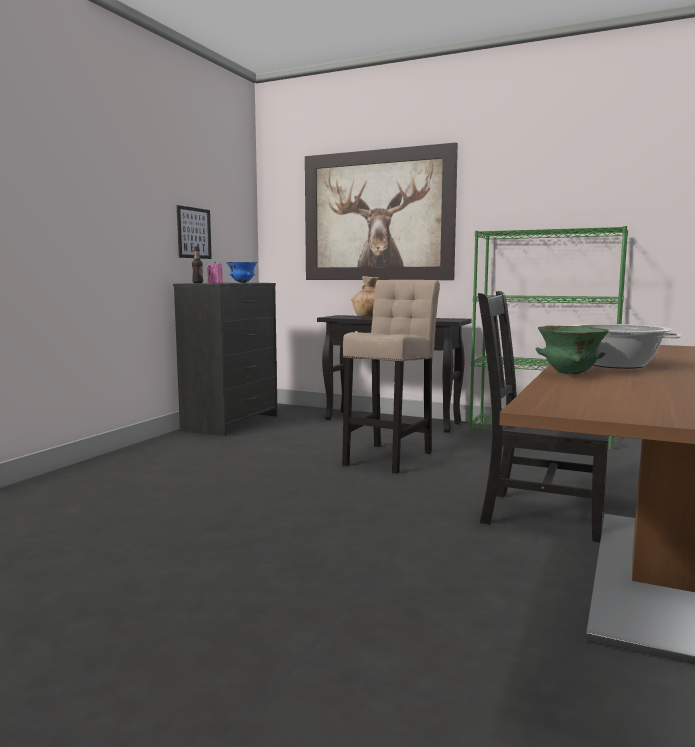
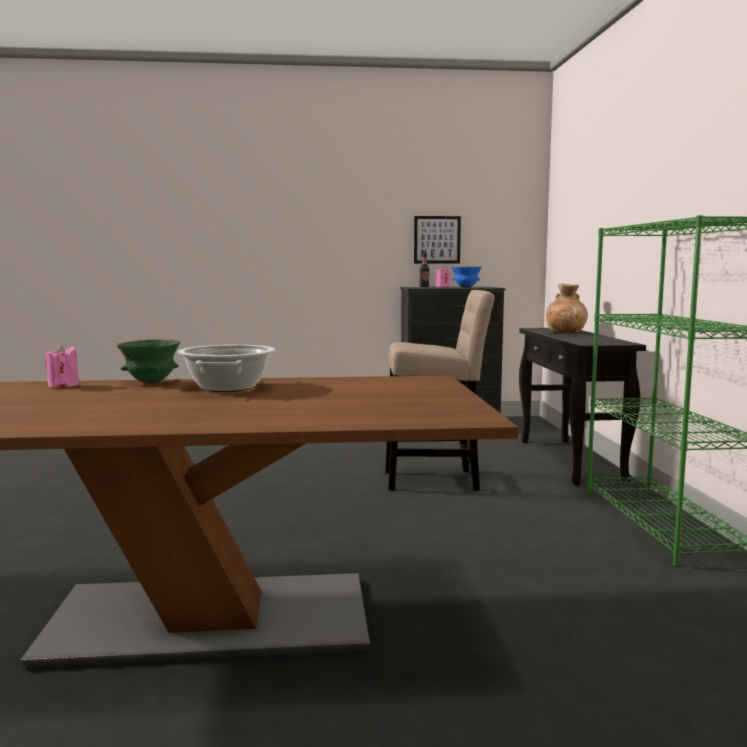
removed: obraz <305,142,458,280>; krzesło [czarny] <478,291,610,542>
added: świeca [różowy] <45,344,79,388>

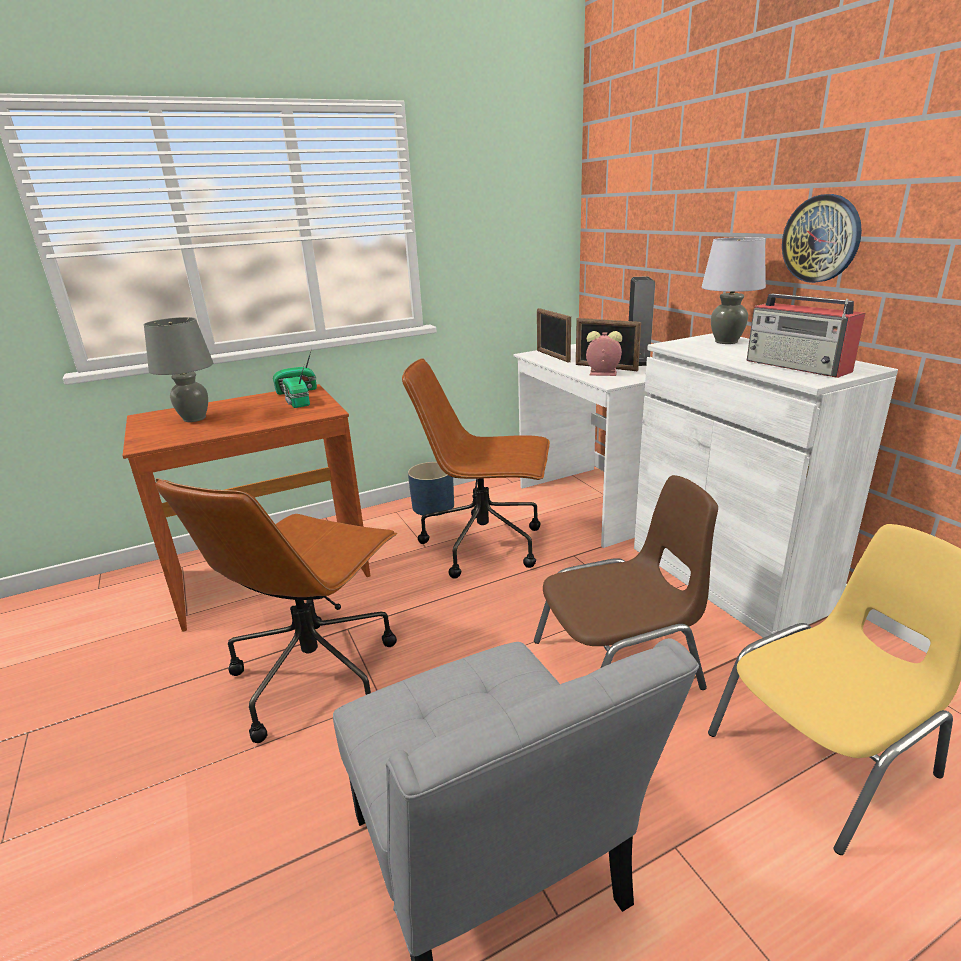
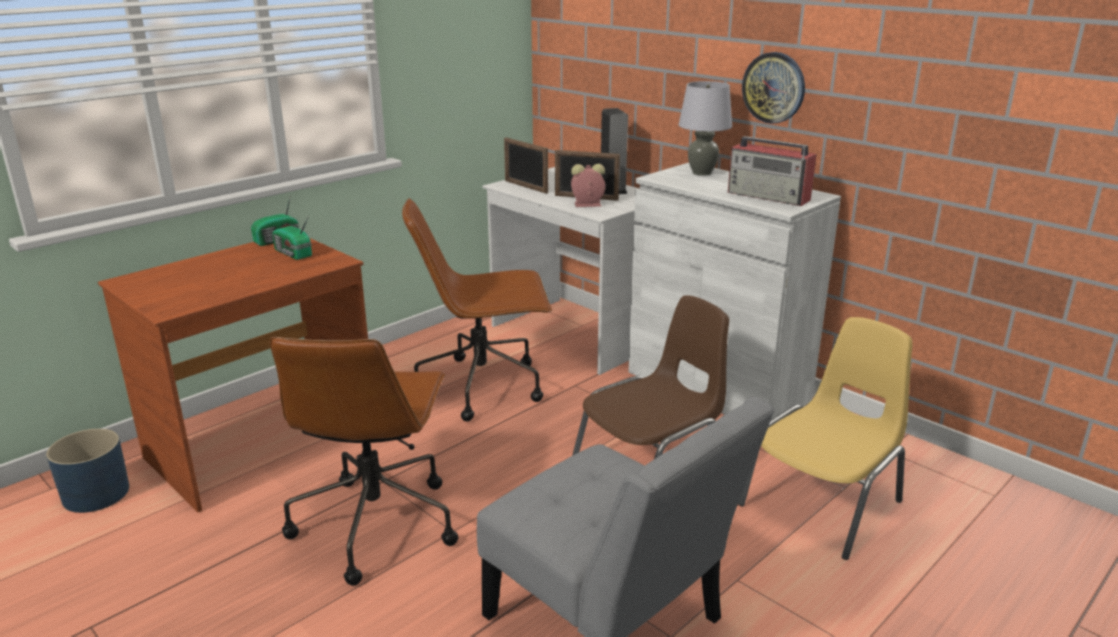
removed: lampa stołowa [szary] <144,317,213,422>
moved: donica [niebieski] <408,462,454,516> to <46,429,129,513>

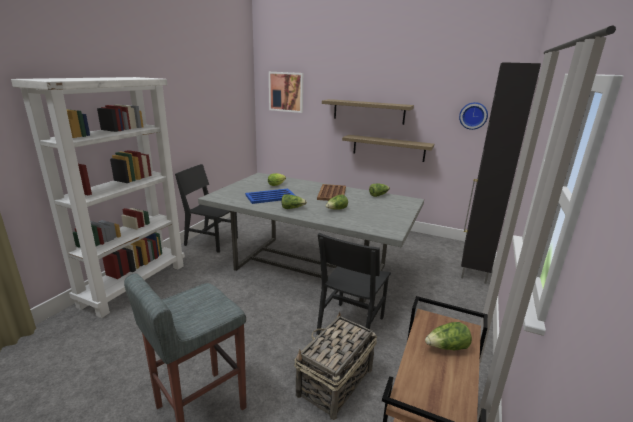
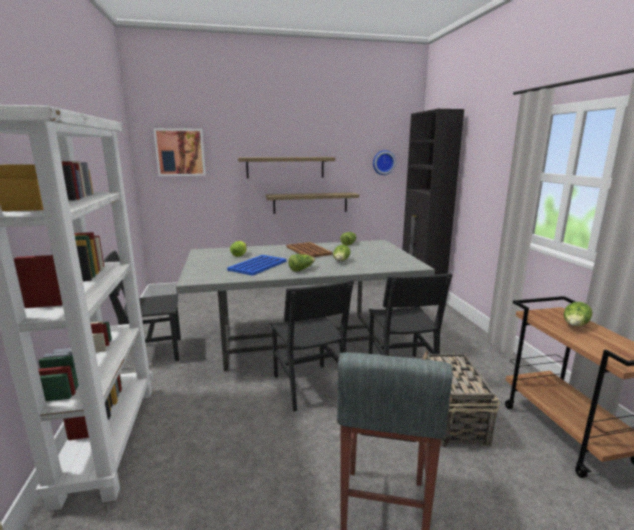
added: krzesło [czarny] <271,279,354,412>

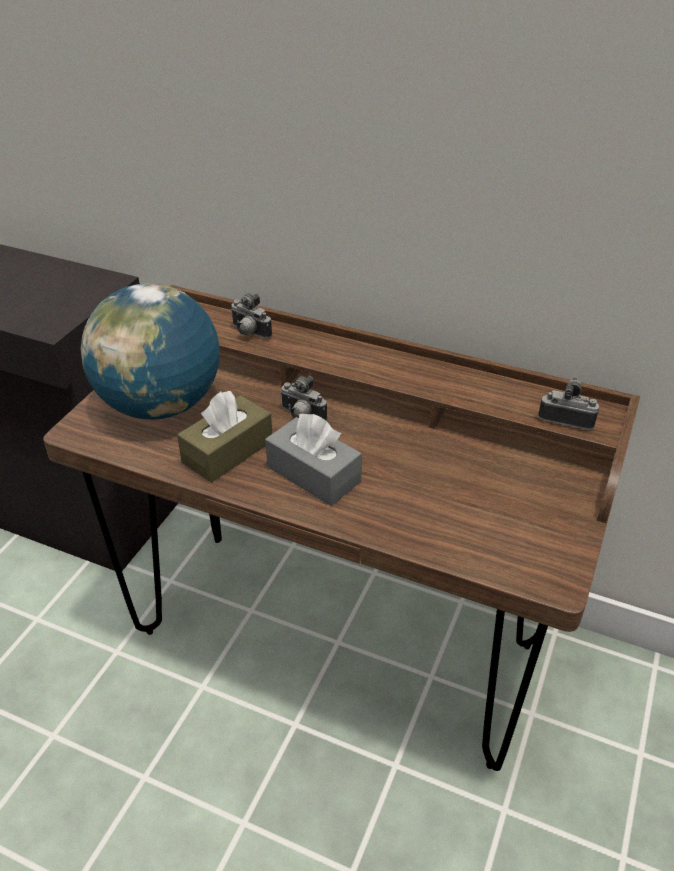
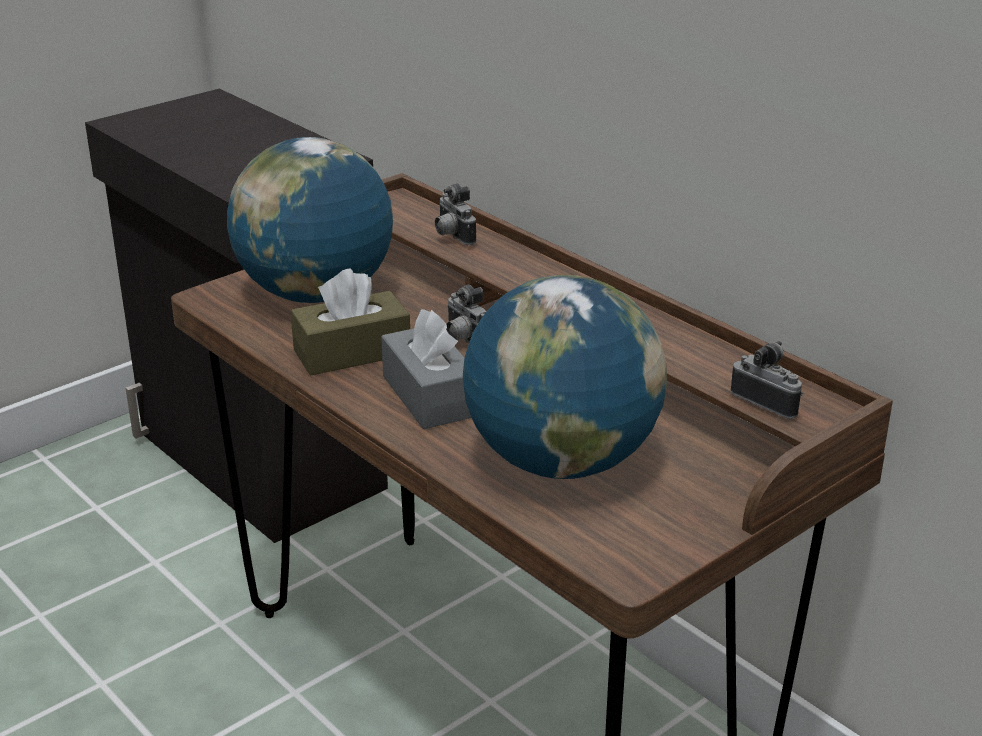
added: globus <463,275,667,479>

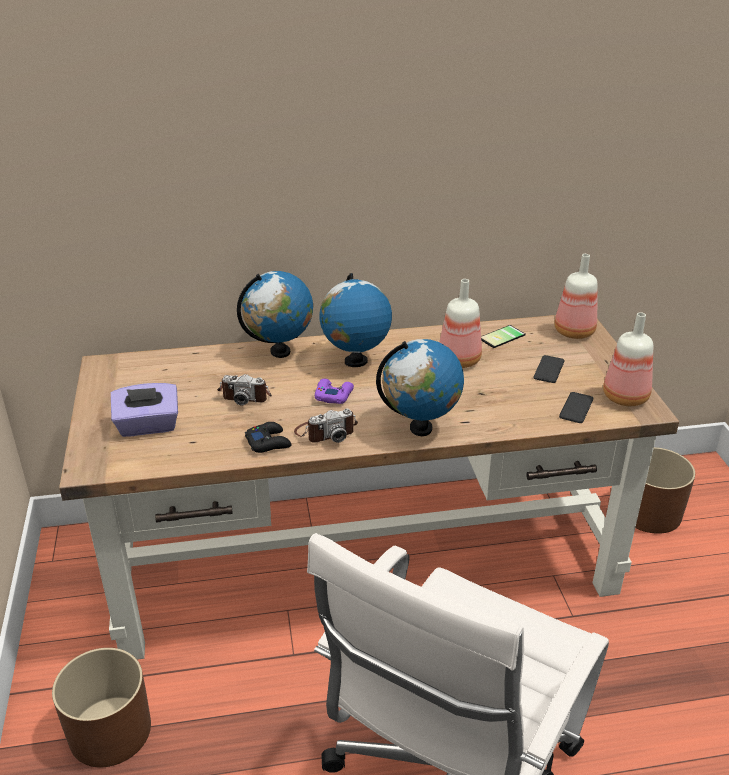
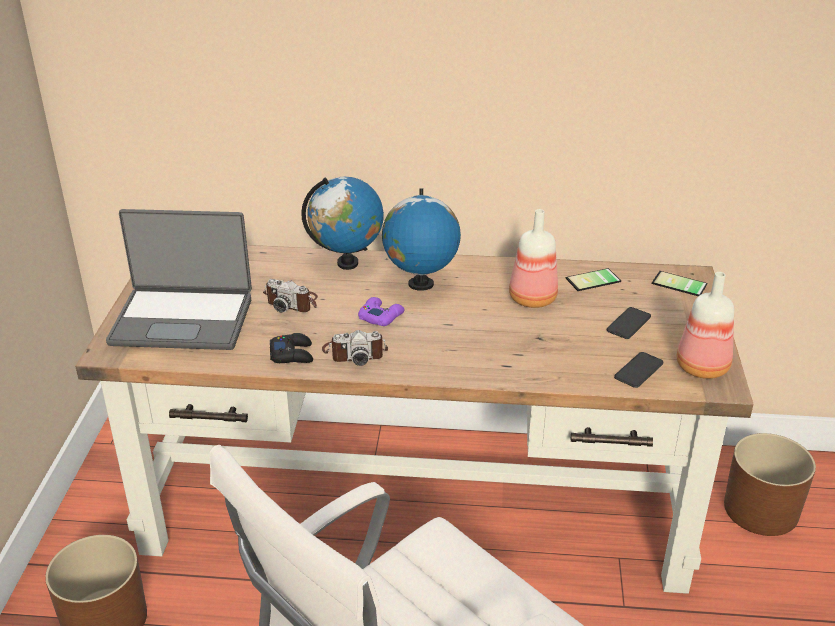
removed: globus <376,339,464,436>
replaced: pudełko chusteczek [fioletowy] <111,383,178,437> to laptop <106,209,252,350>; butelka <554,254,598,339> to telefon <652,271,707,296>

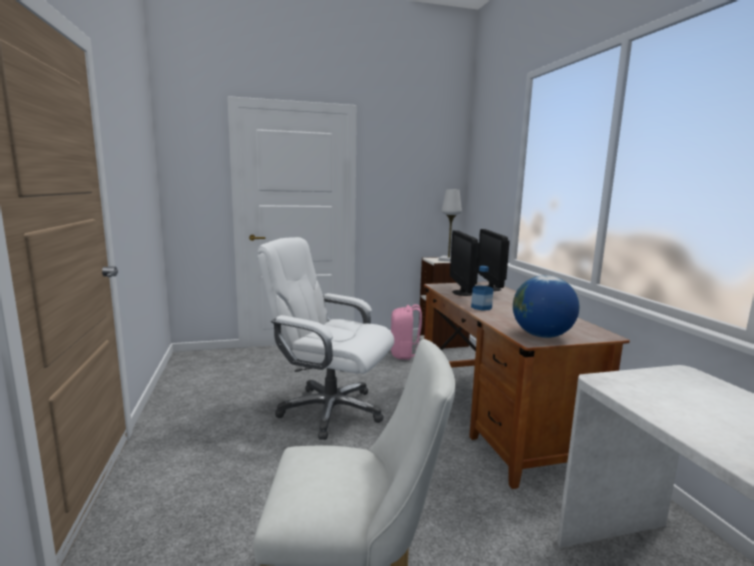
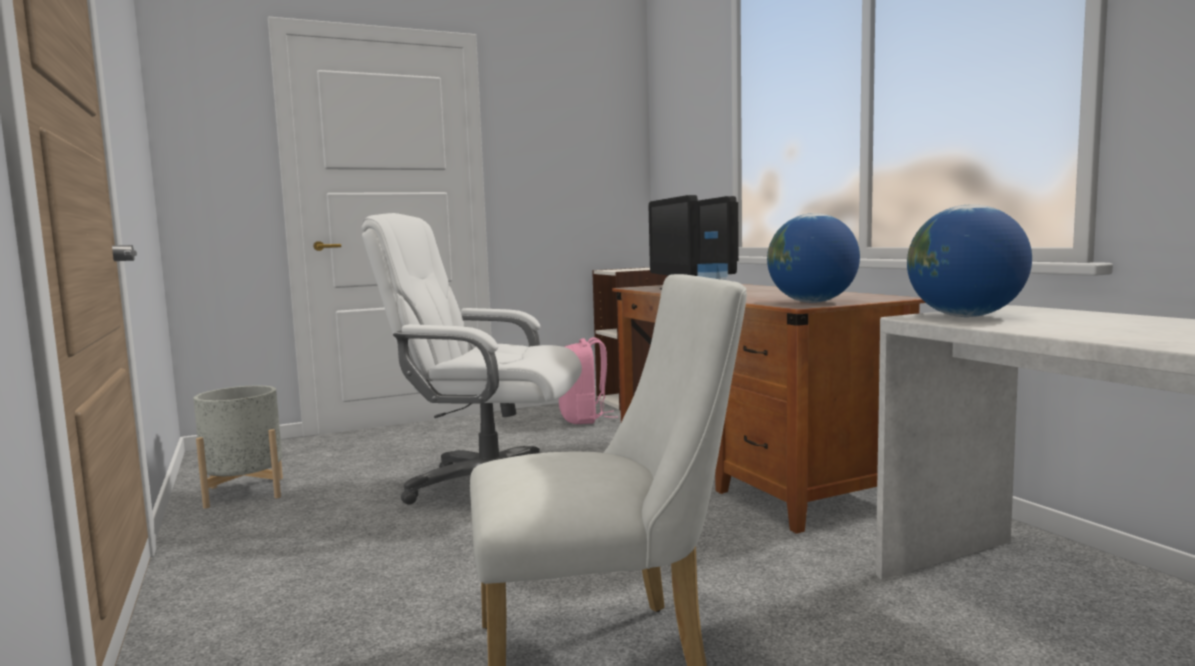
removed: lampa stołowa [biały] <439,189,462,262>
added: donica [szary] <193,385,283,509>; globus <907,204,1032,317>

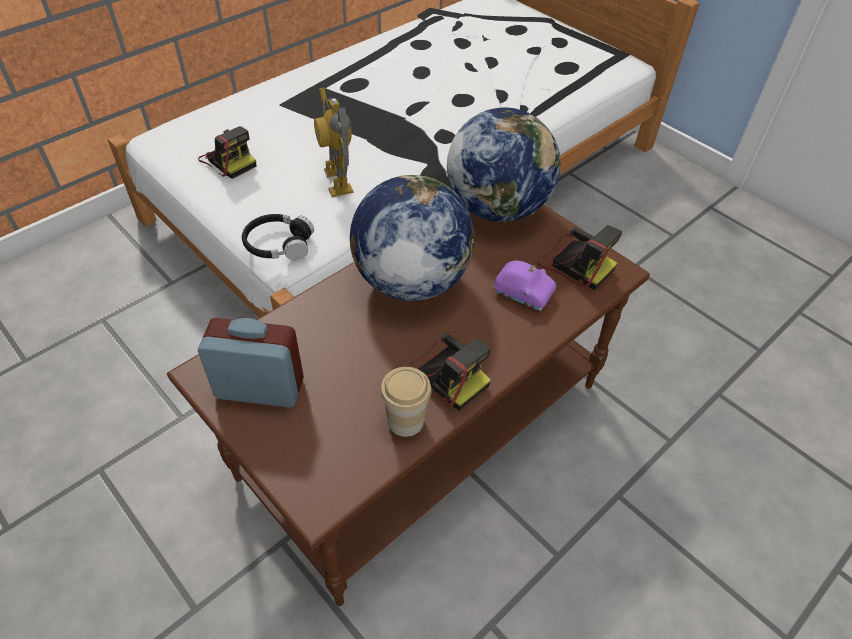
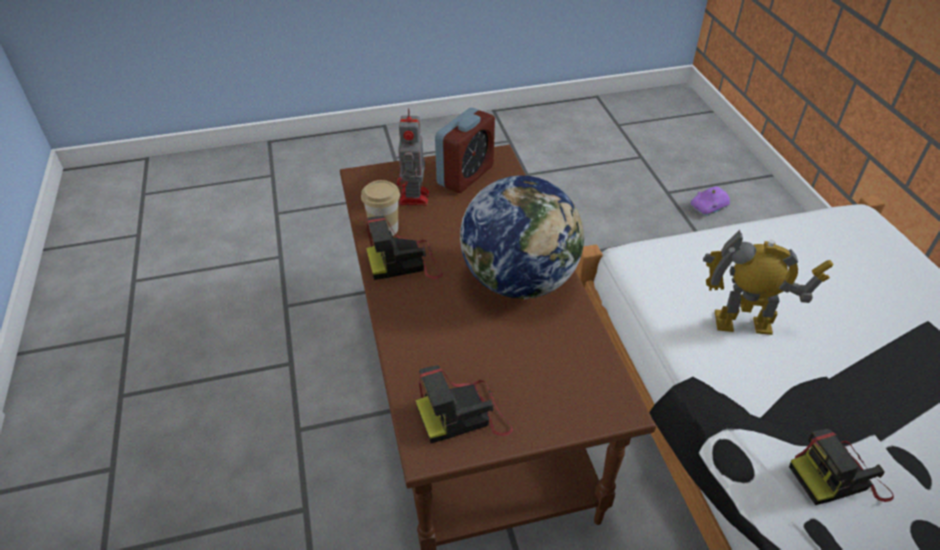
removed: słuchawki [czarny] <242,214,314,260>; globus <447,107,560,222>
added: robot zabawkowy <397,108,429,206>
moved: aparat fotograficzny <198,126,256,179> to <789,429,894,505>; samochodzik [fioletowy] <493,260,556,311> to <690,186,730,217>

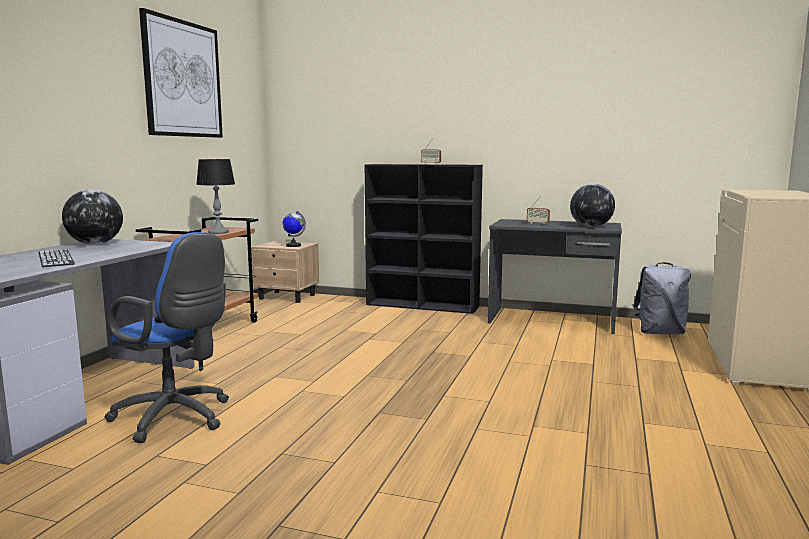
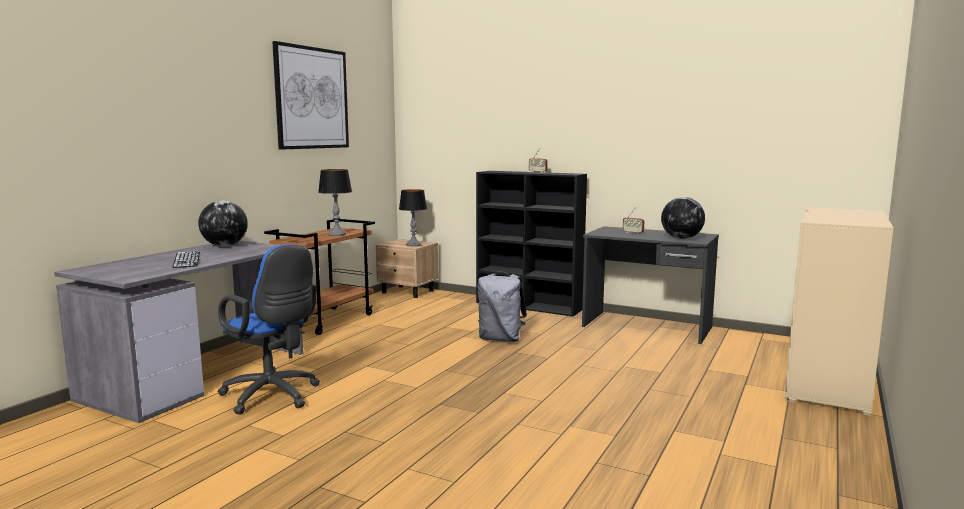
moved: plecak [szary] <633,262,691,334> to <478,272,527,342>
replaced: globus <282,211,306,247> to lampa stołowa <399,189,427,246>

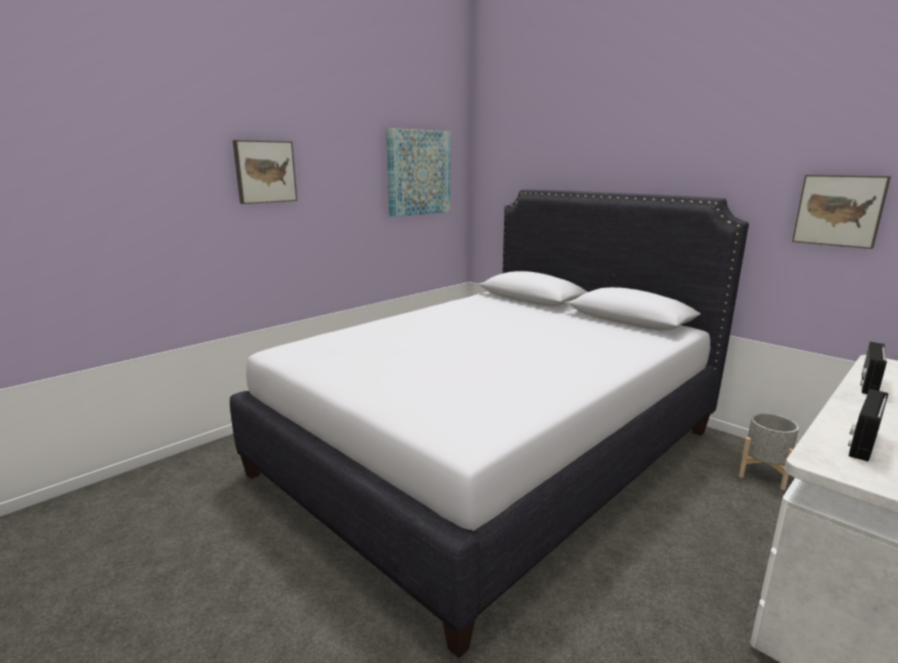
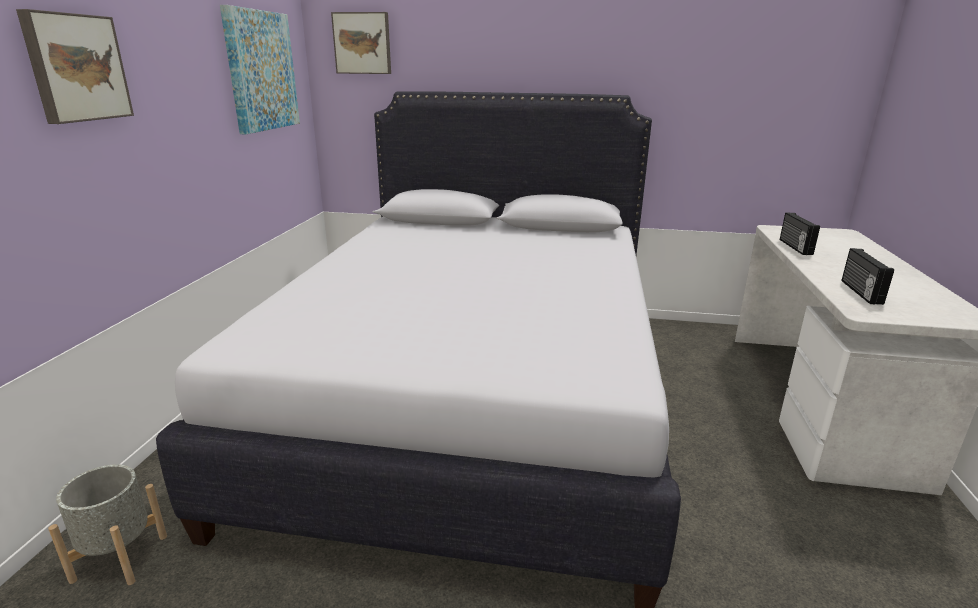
moved: donica [szary] <739,413,799,490> to <48,464,167,585>; obraz <792,175,891,249> to <331,12,391,74>

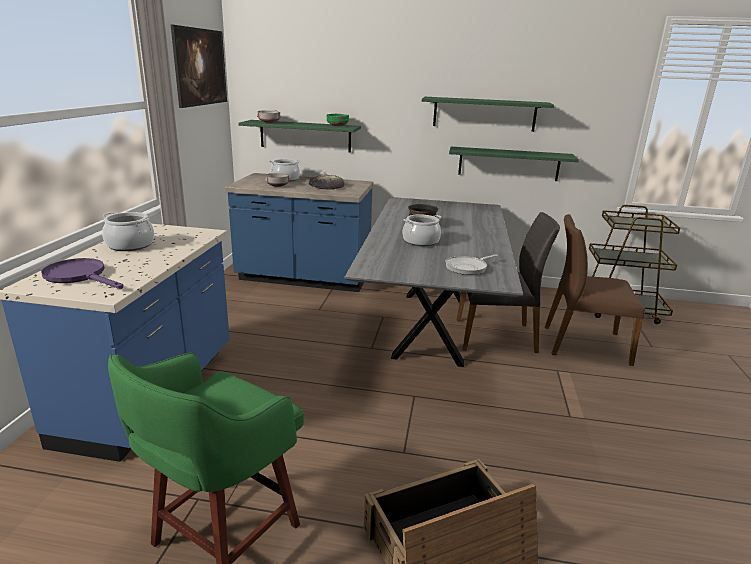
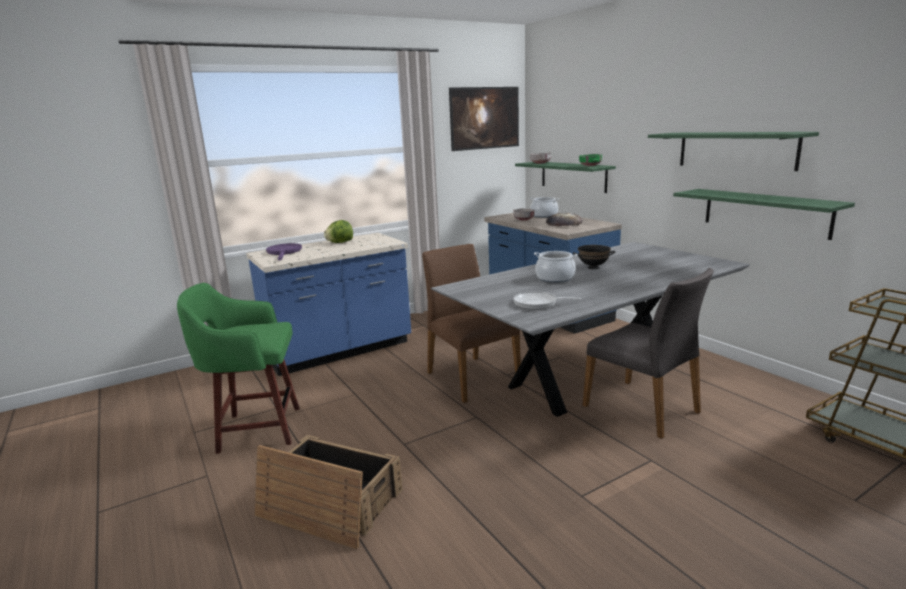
moved: krzesło [brązowy] <545,214,645,366> to <422,244,521,403>
replaced: garnek <102,212,154,251> to sałata <324,220,353,243>

